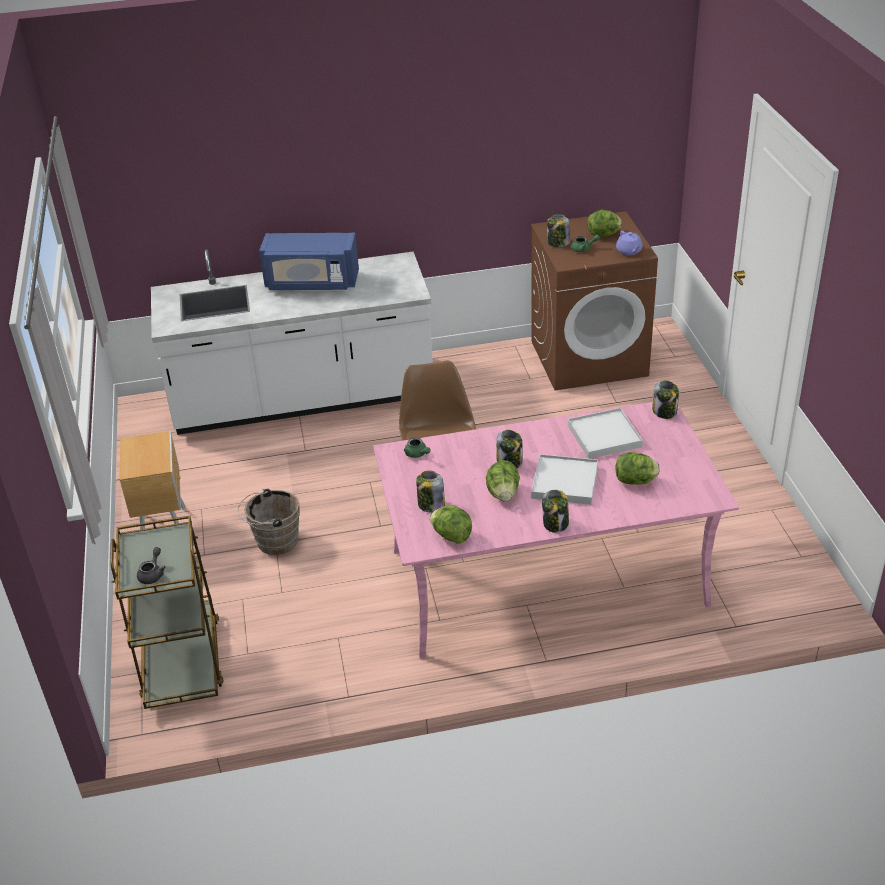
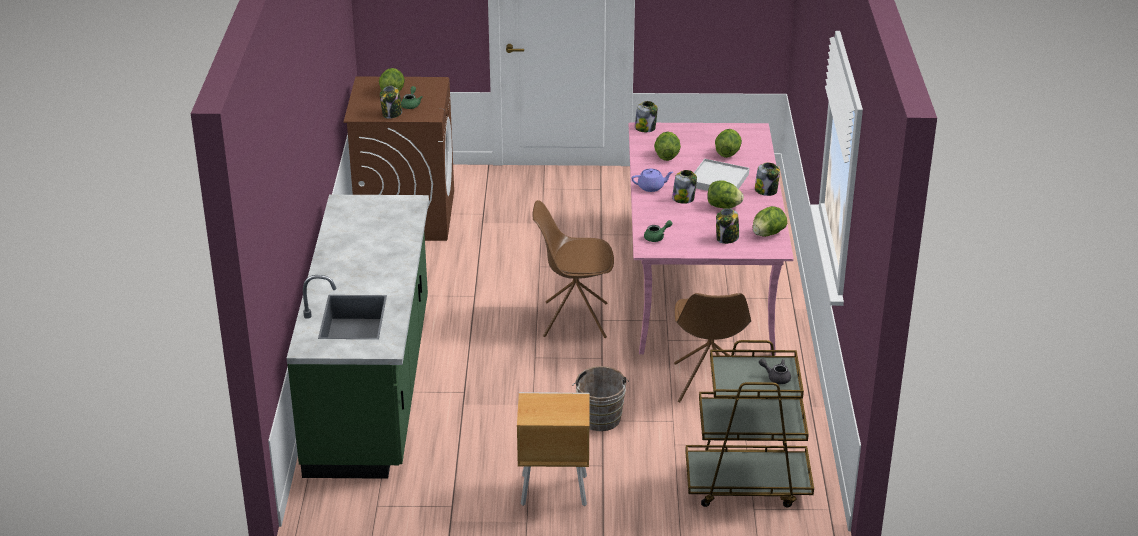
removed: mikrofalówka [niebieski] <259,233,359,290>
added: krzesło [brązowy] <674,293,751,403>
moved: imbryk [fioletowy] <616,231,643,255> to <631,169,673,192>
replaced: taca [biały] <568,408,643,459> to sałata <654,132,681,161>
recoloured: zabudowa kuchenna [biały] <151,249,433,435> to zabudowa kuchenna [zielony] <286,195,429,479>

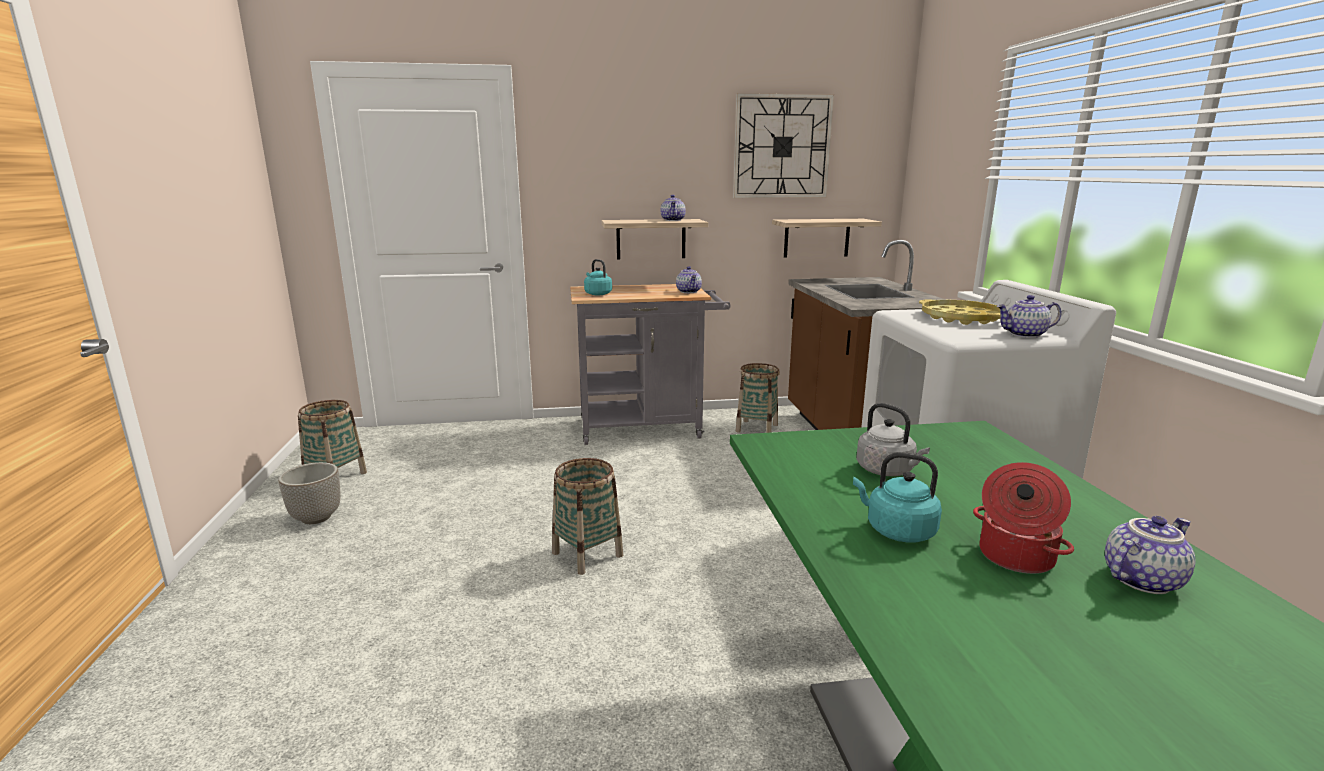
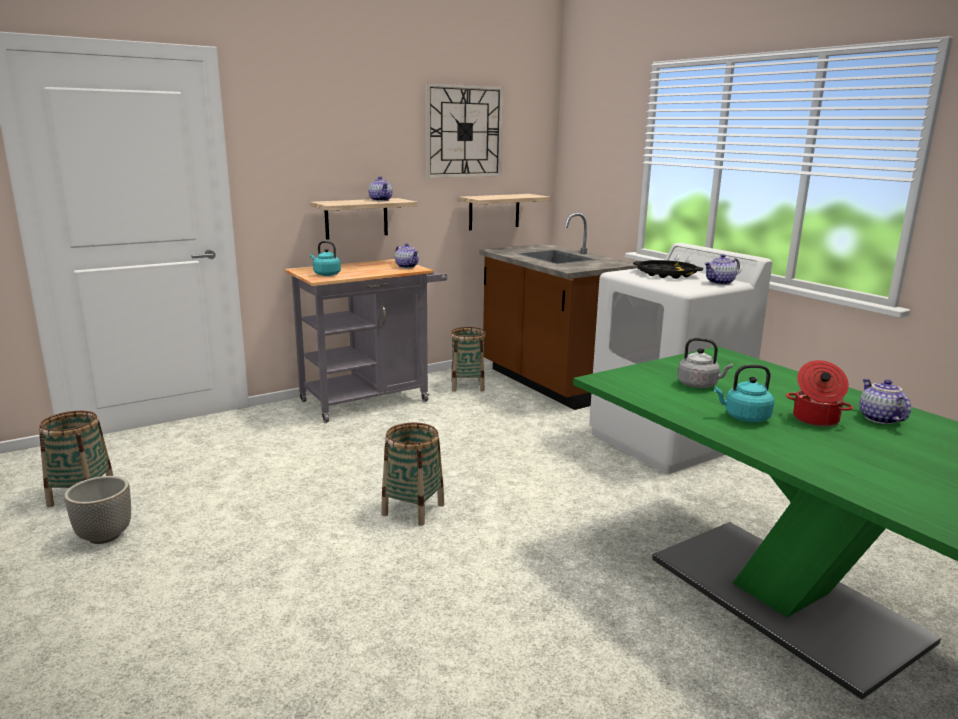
recoloured: taca [żółty] <919,299,1001,325> to taca [czarny] <633,260,703,279>
turned: imbryk <1105,516,1196,594> = <859,379,911,424> 45 degrees counterclockwise

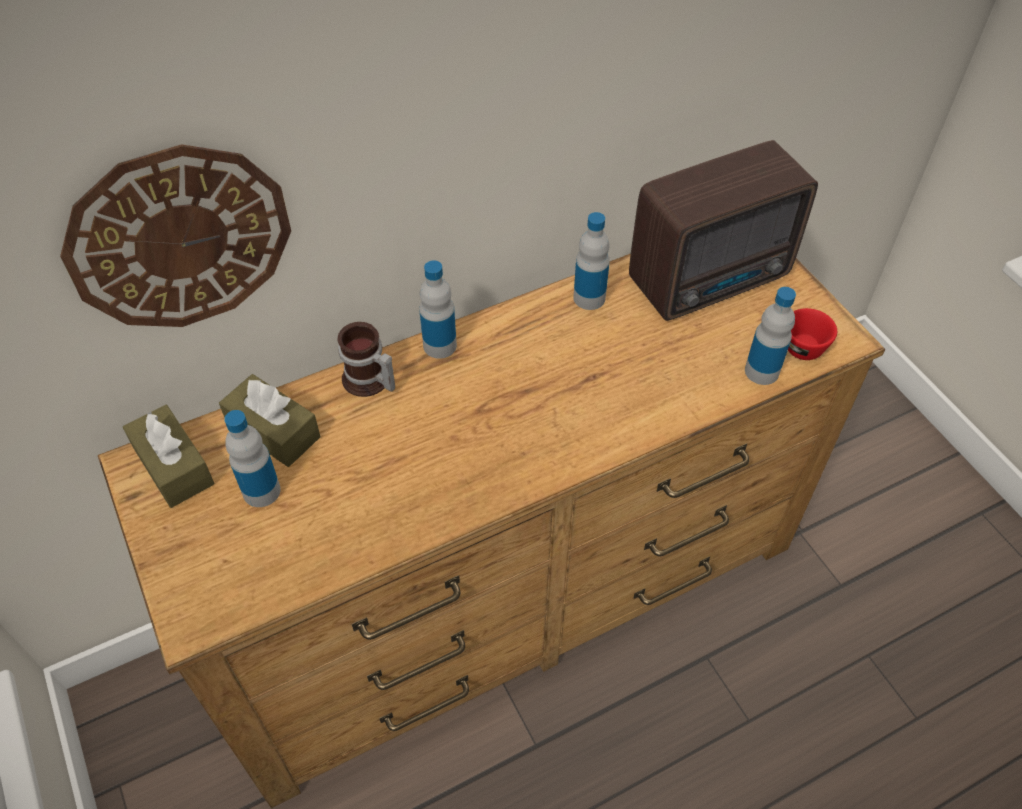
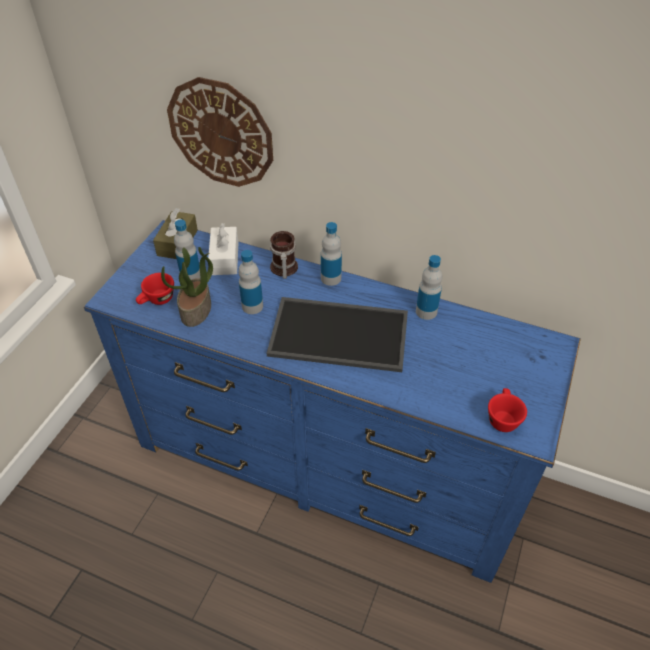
removed: radio <629,140,818,321>
added: filiżanka [czerwony] <136,273,174,305>; roślina doniczkowa <161,247,213,327>; taca <267,297,408,372>
moved: butelka <745,287,796,385> to <238,250,263,314>
recoloured: komoda [brązowy] <98,254,885,808> to komoda [niebieski] <84,220,581,583>; pudełko chusteczek [brązowy] <219,374,320,467> to pudełko chusteczek [biały] <208,223,239,275>

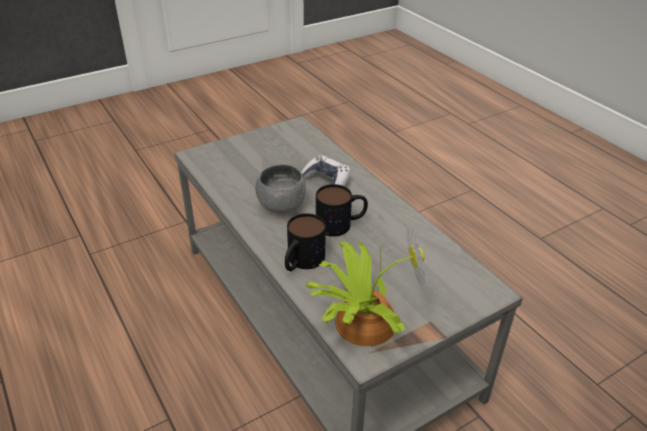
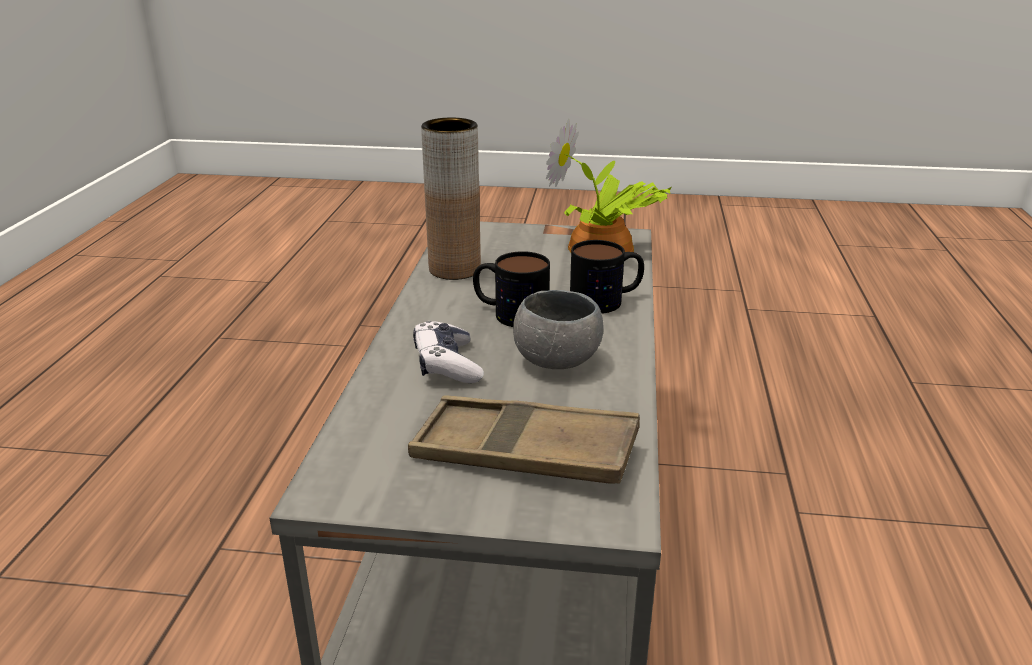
added: taca [brązowy] <408,396,640,484>; wazon [brązowy] <421,118,481,280>

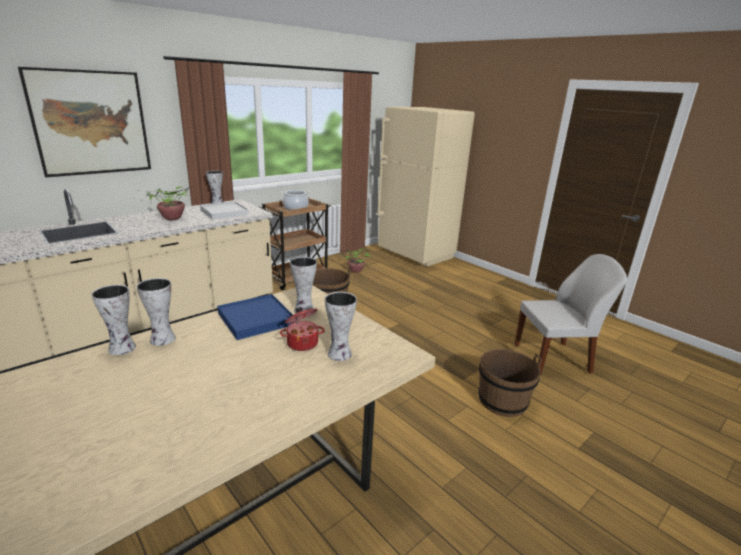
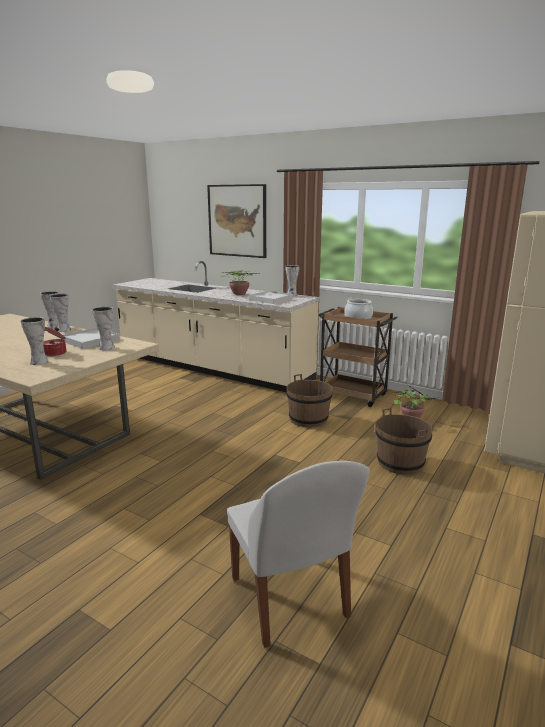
moved: wiadro [brązowy] <479,349,542,417> to <375,408,433,475>
recoloured: taca [niebieski] <217,294,294,340> to taca [biały] <63,328,120,349>

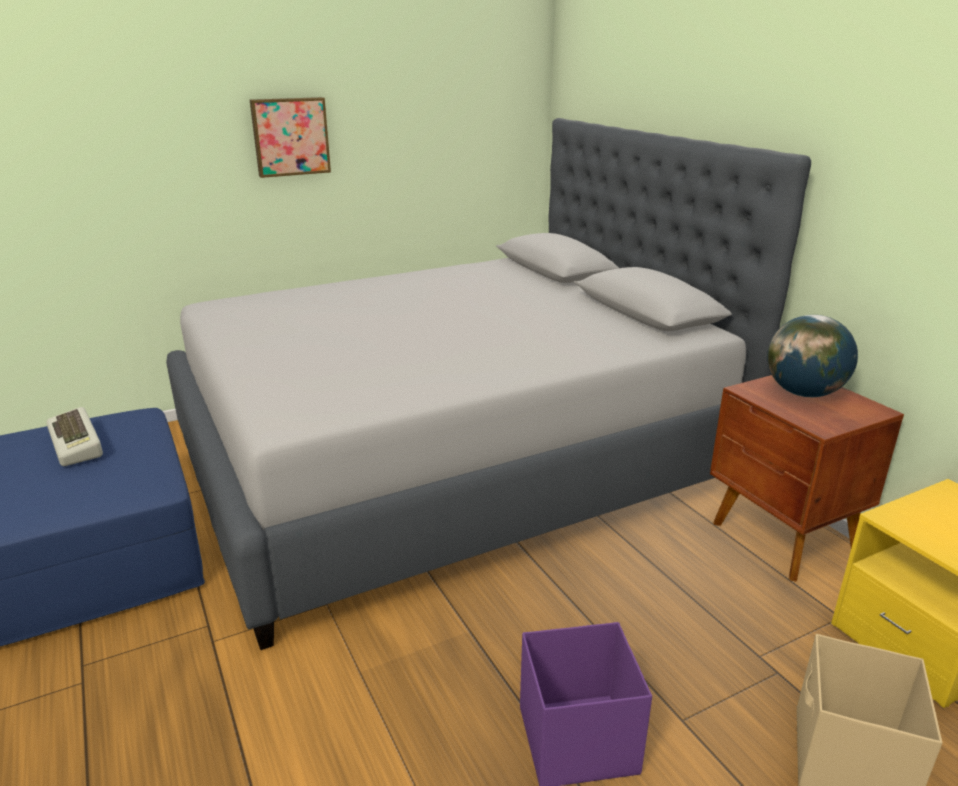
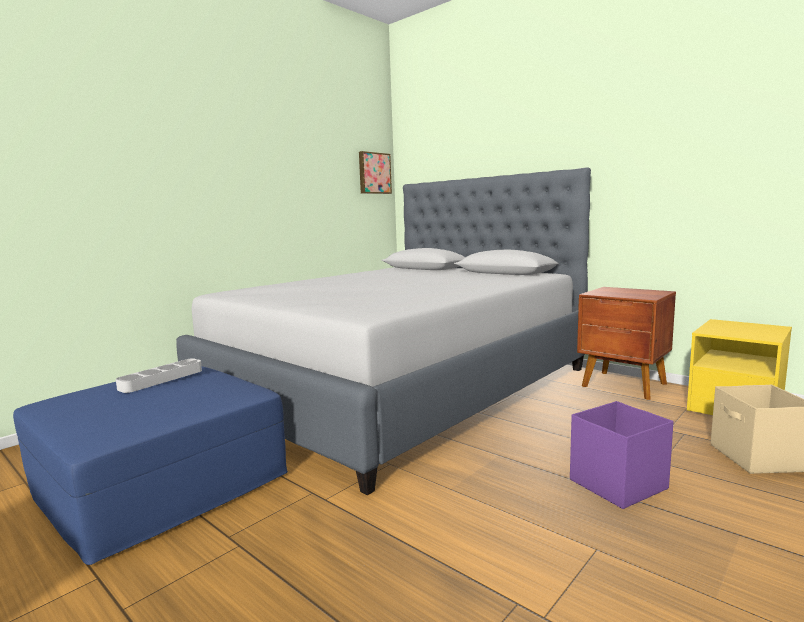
removed: globus <767,315,858,397>
moved: obraz <250,97,331,178> to <359,151,392,194>
replaced: klawiatura <46,407,103,466> to taca [szary] <116,358,202,393>

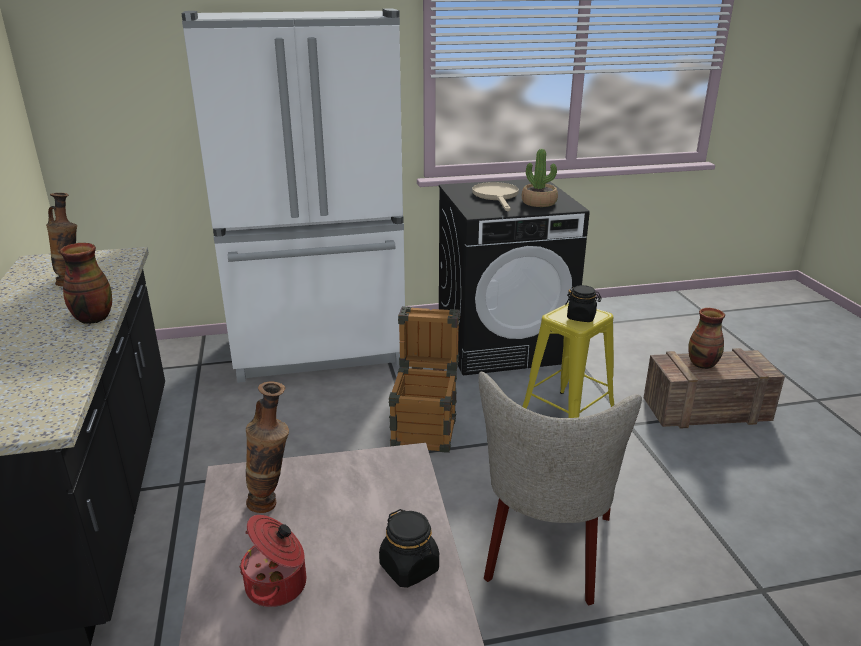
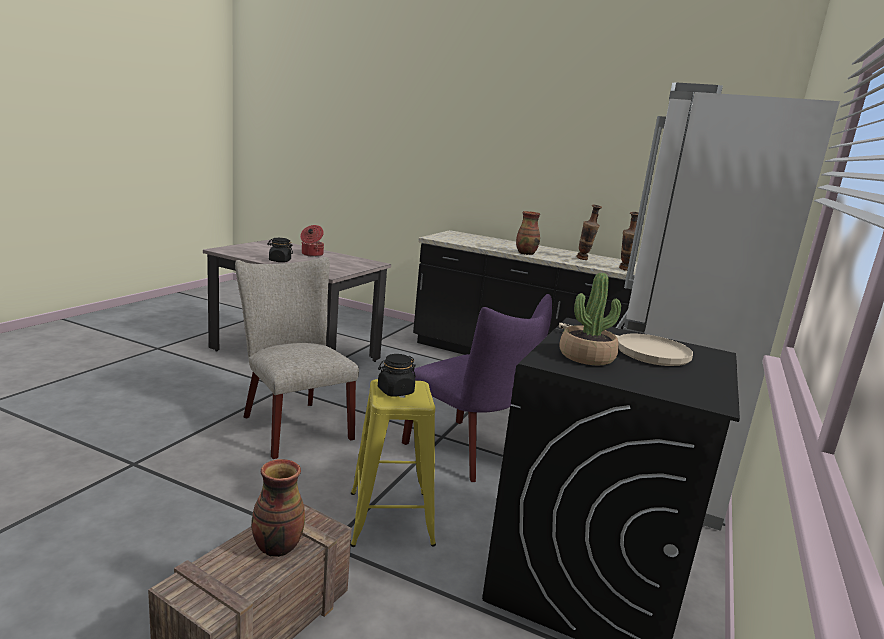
moved: wazon <246,381,289,513> to <619,212,639,271>
replaced: skrzynka <389,306,460,453> to krzesło [fioletowy] <402,294,552,482>

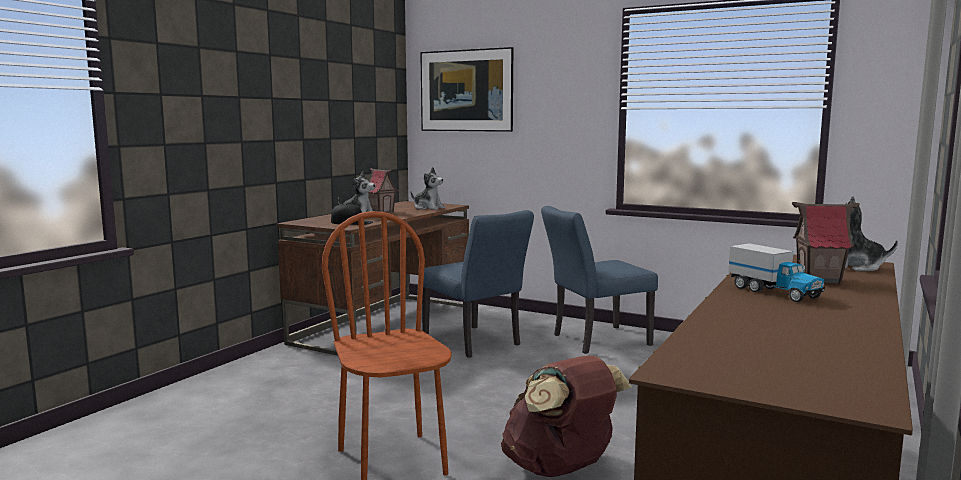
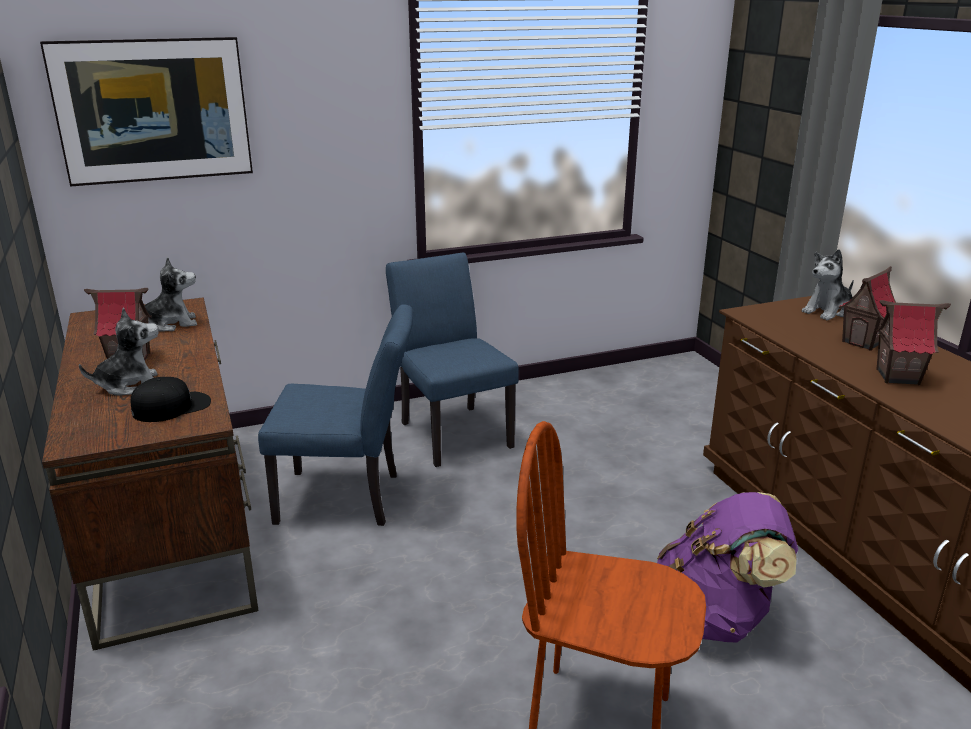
replaced: ciężarówka zabawkowa <728,243,825,302> to domek <876,300,951,385>
recoloured: plecak [brązowy] <501,355,632,477> to plecak [fioletowy] <657,492,798,643>
turned: krzesło [niebieski] <541,206,658,354> = <386,253,519,467> 135 degrees clockwise

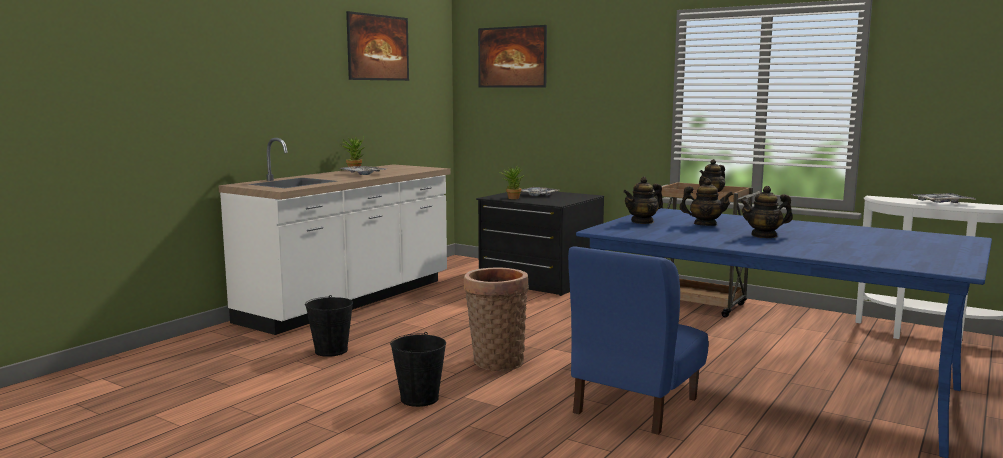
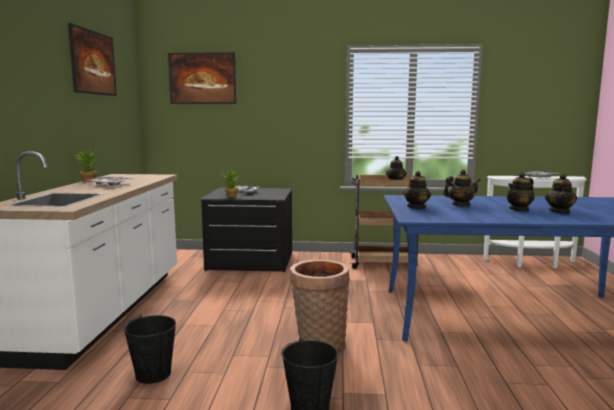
removed: krzesło [niebieski] <568,246,708,435>
added: imbryk <545,174,577,214>

